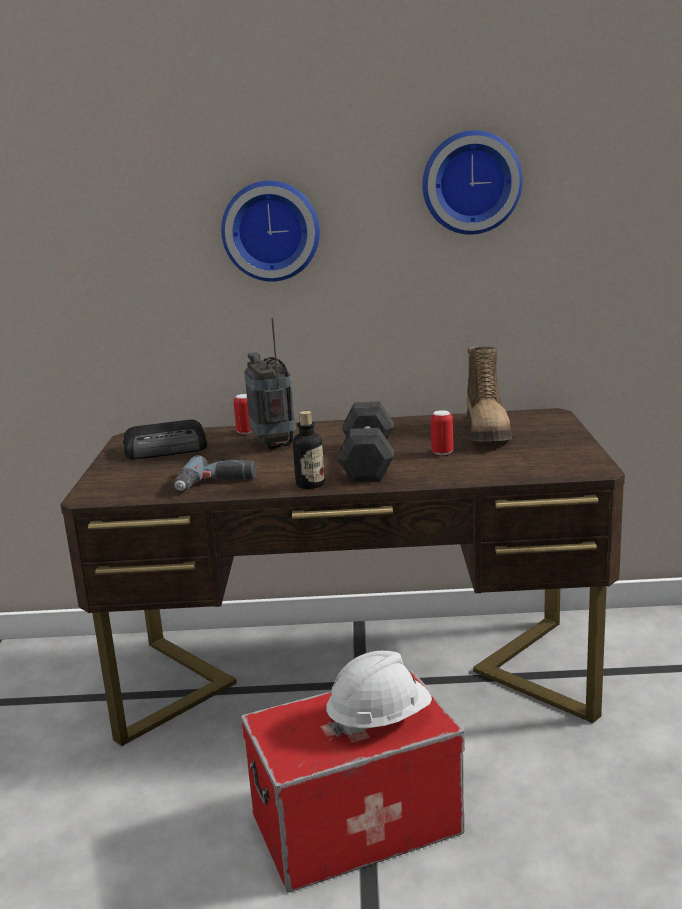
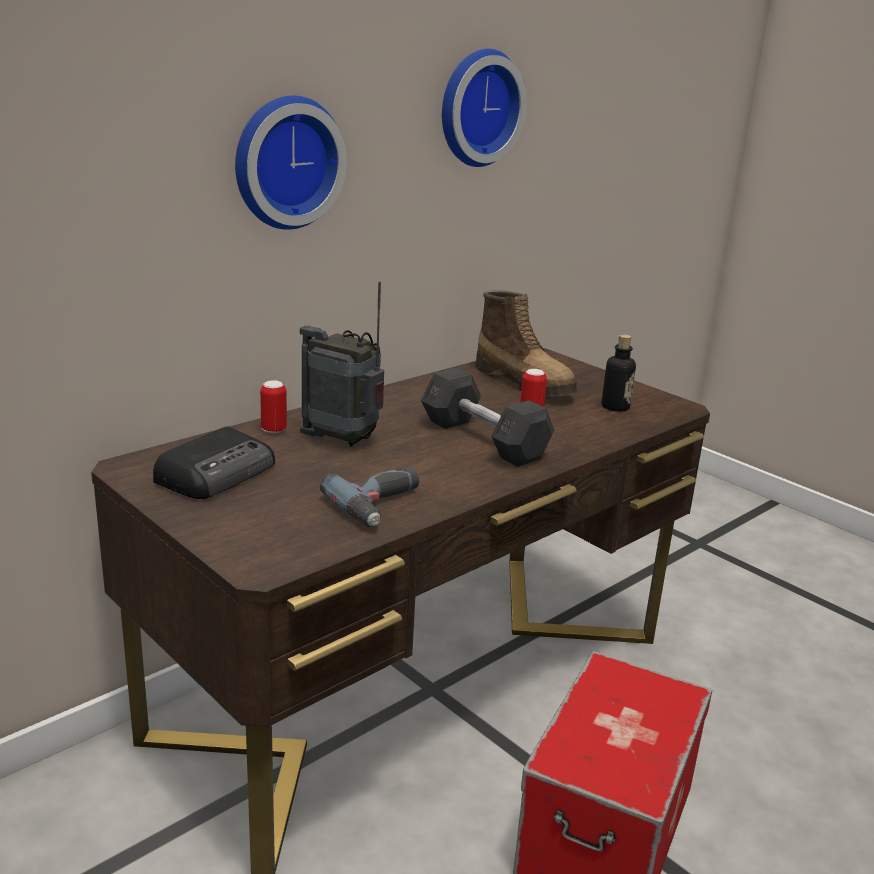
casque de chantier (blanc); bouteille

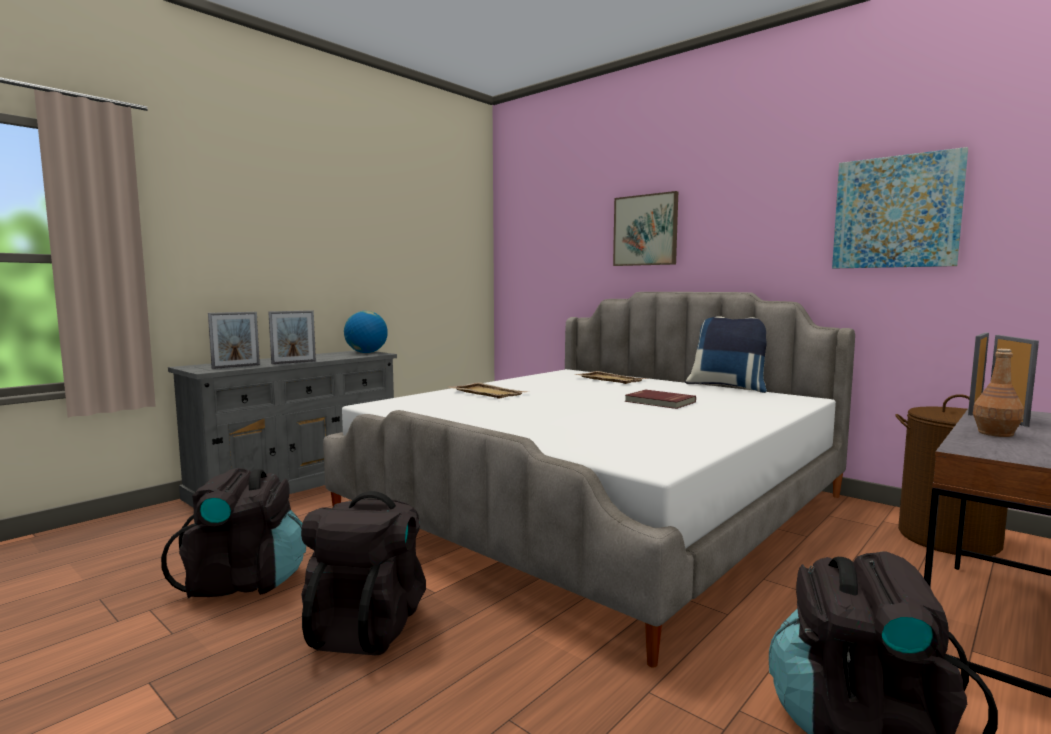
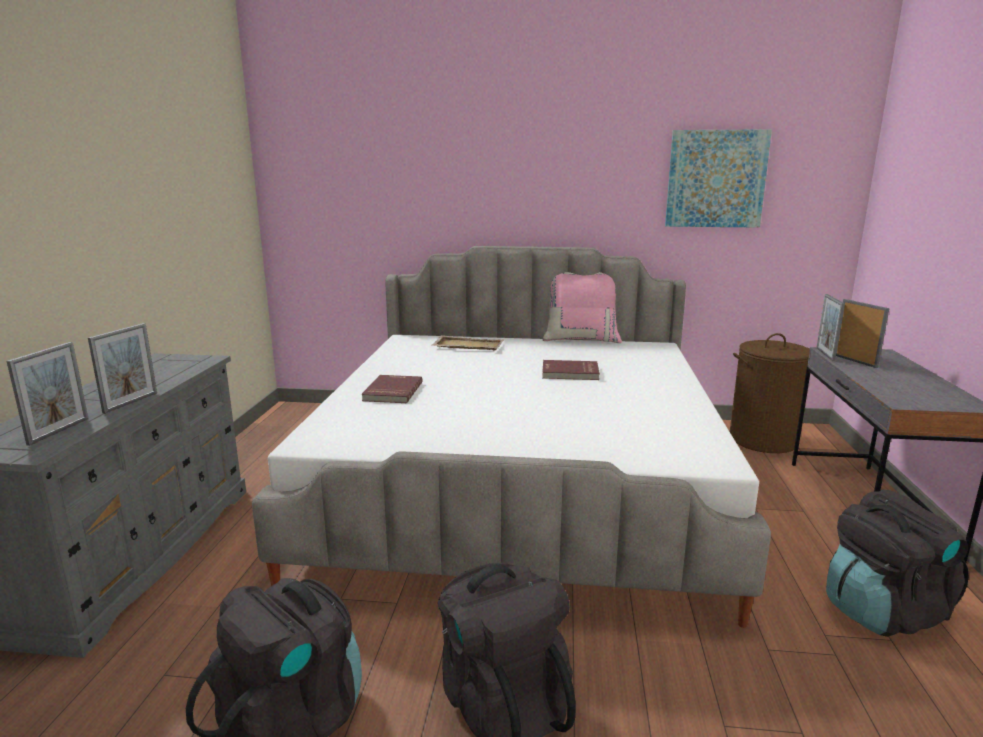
globe; tableau (no. 1 from left in the first image); bouteille (marron); livre (rouge) (no. 1 from left); coussin (rose)

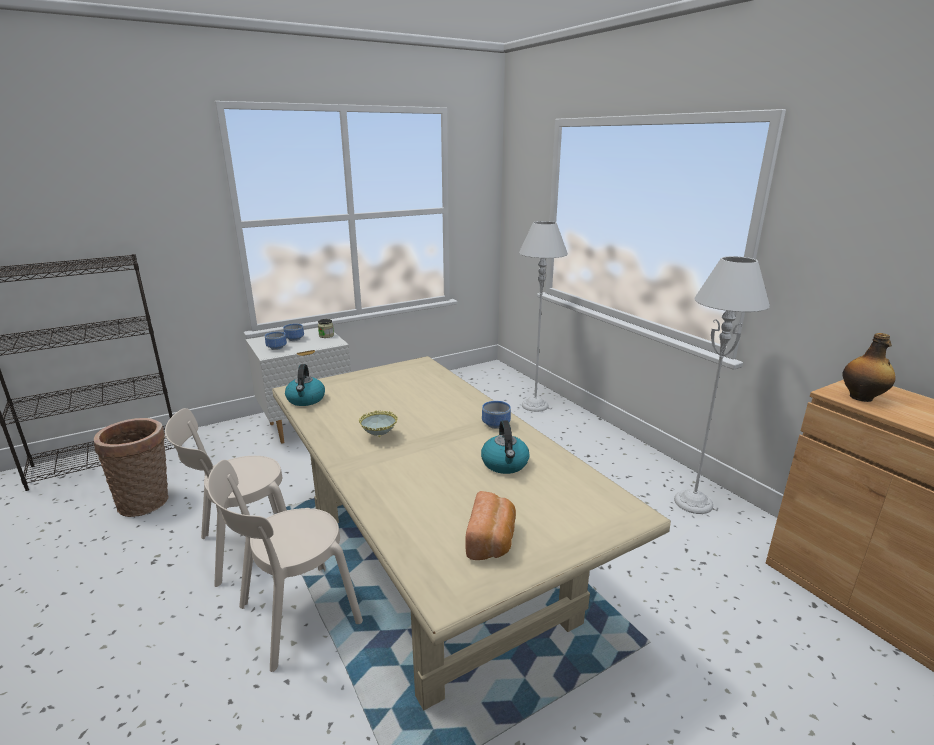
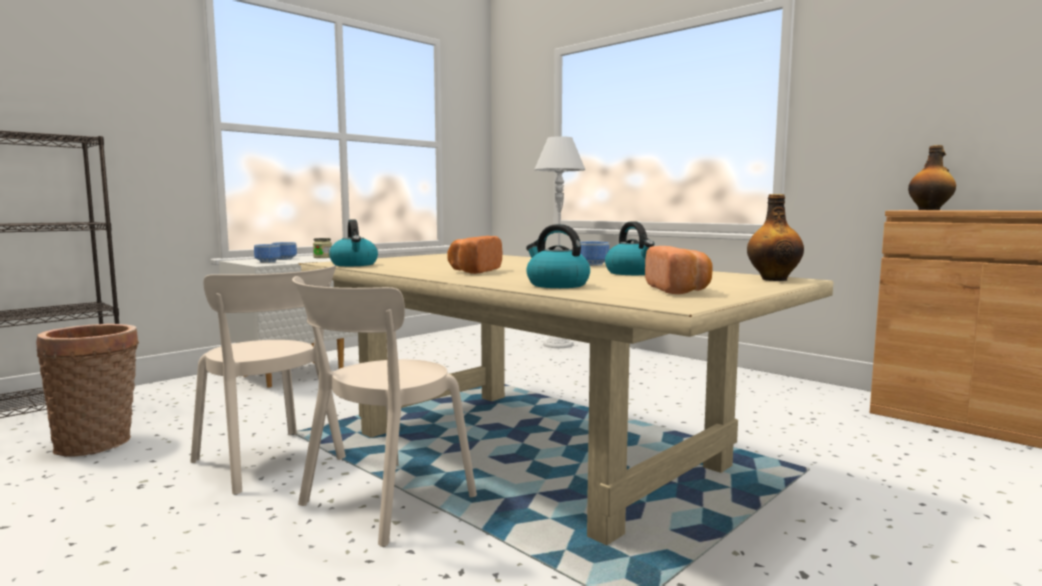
lampadaire (gris) (no. 2 from left in the first image); bouilloire (no. 2 from left); bouteille (no. 1 from left); pain (no. 1 from left); chaise (beige) (no. 1 from left)

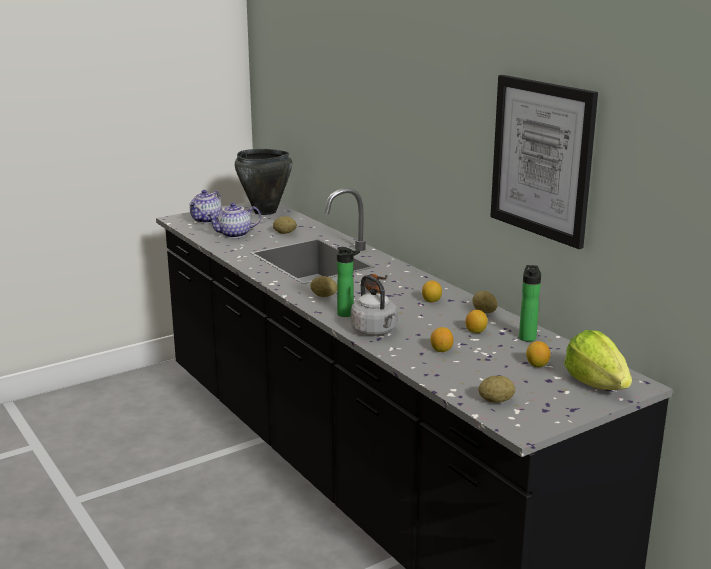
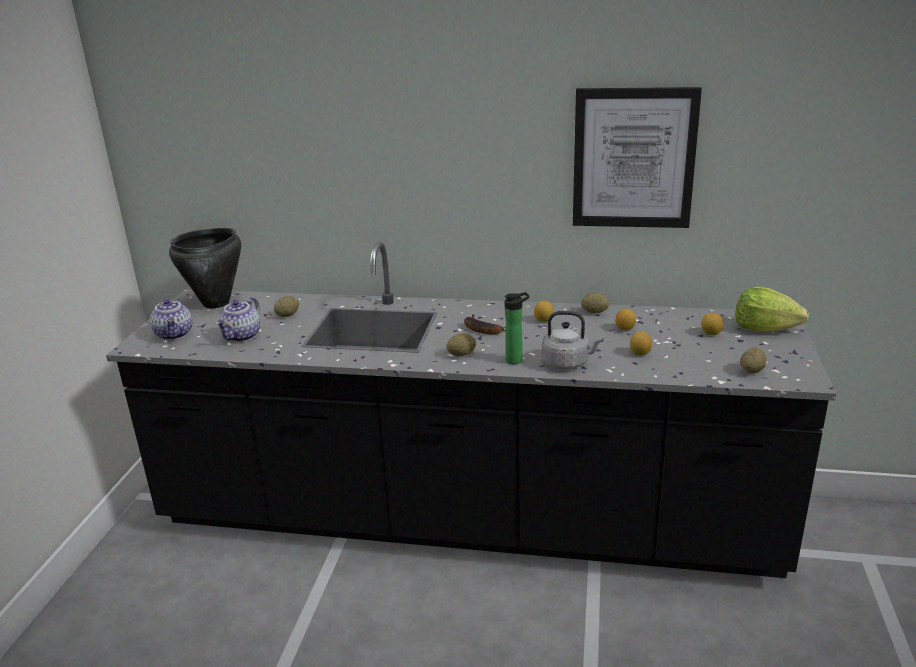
bouteille (no. 2 from left in the first image)

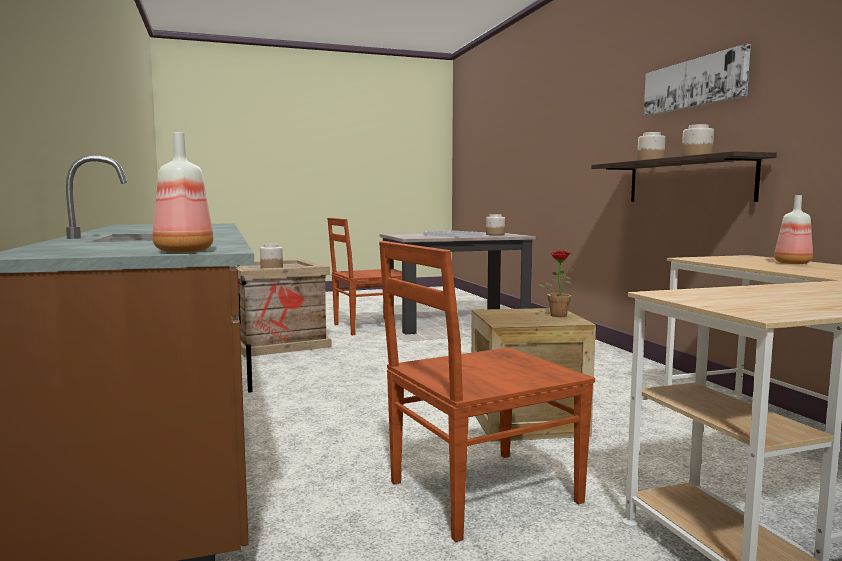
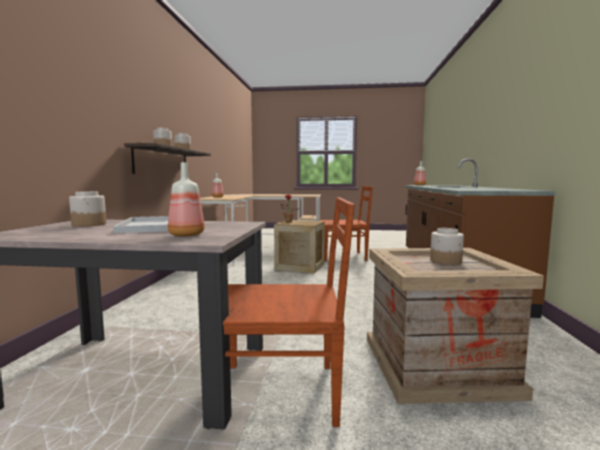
tableau; bouteille (no. 1 from left)

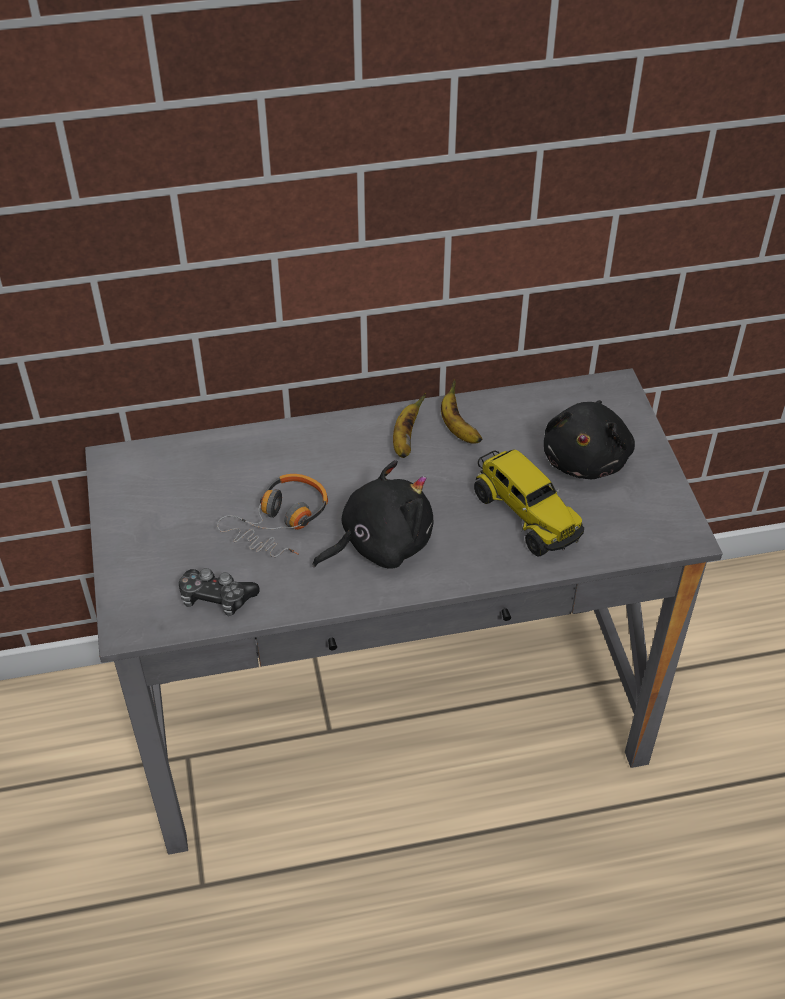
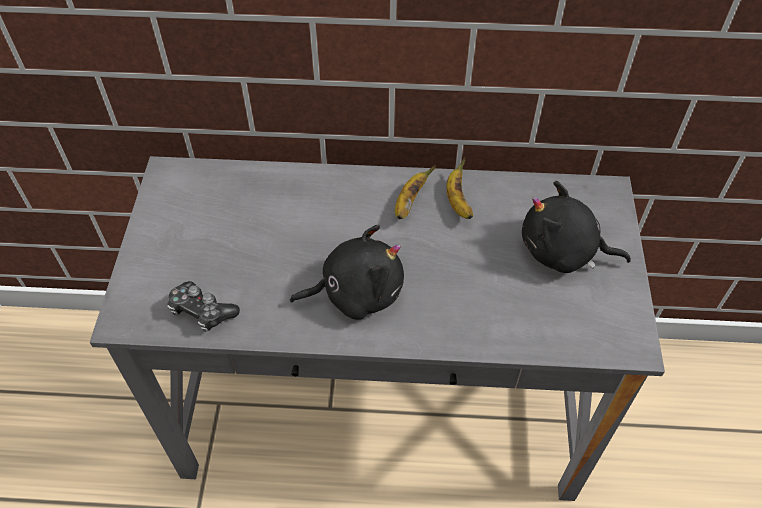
casque audio; camion jouet; peluche (noir) (no. 2 from left)

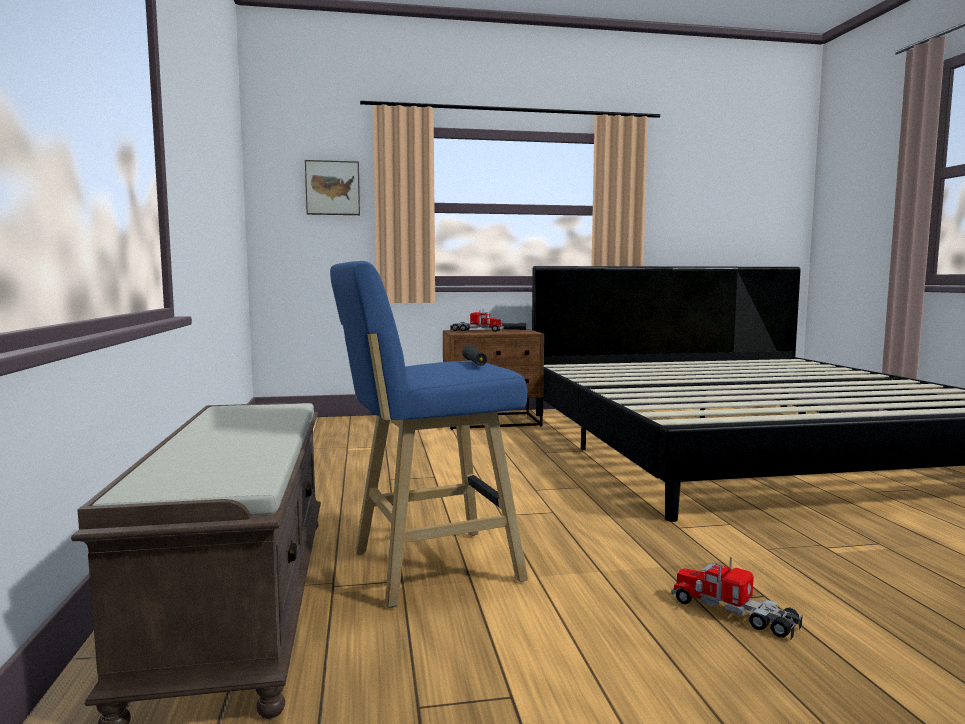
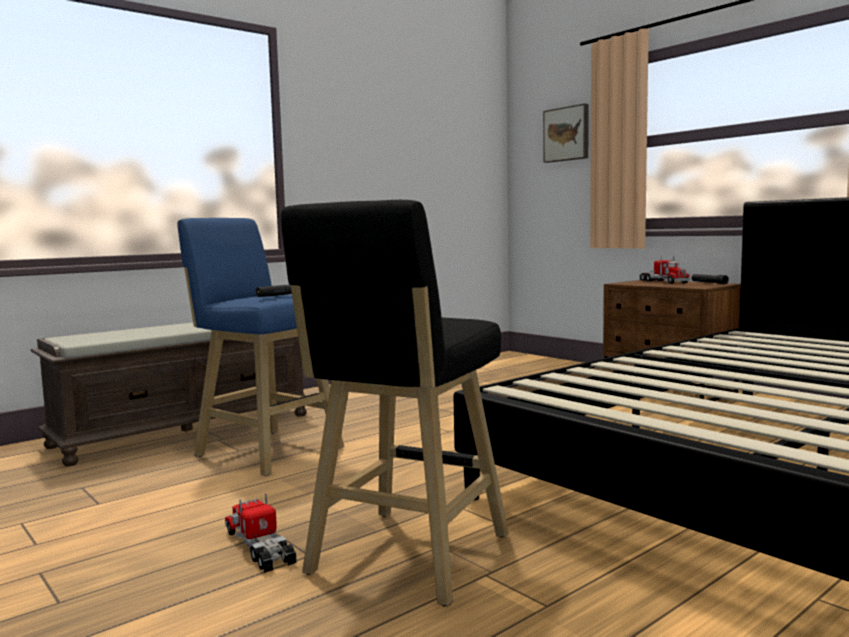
tabouret (noir); camion jouet (no. 1 from left)

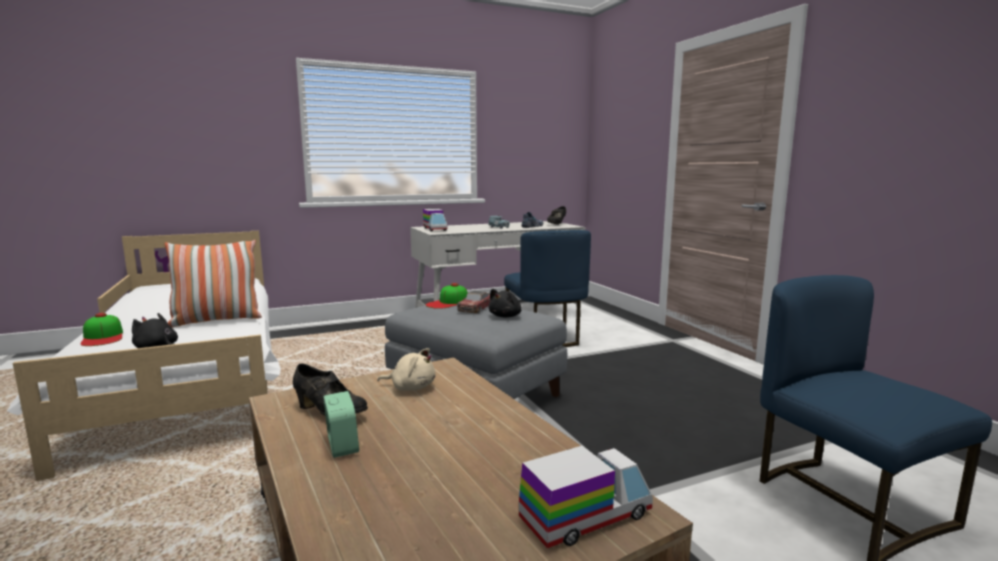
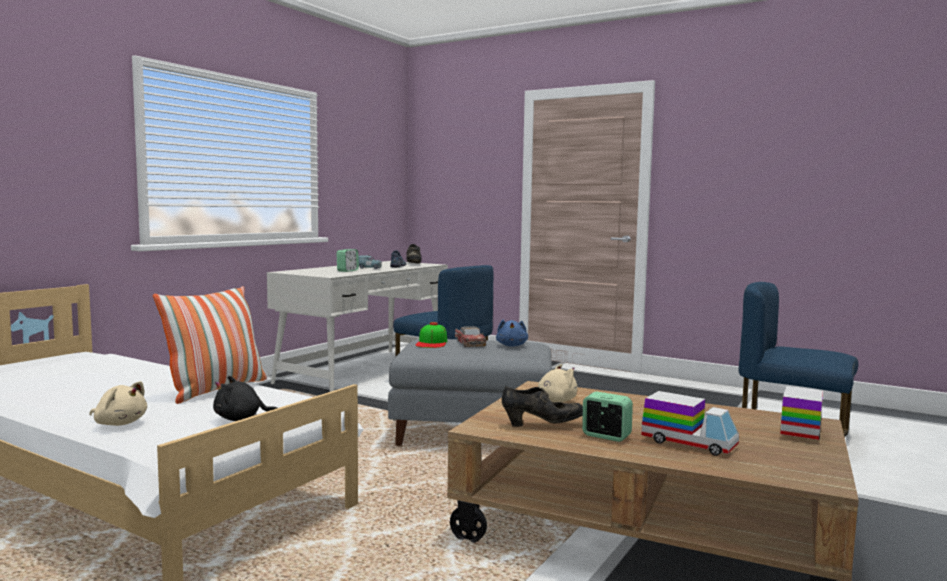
réveil (no. 1 from left); camion jouet (no. 1 from left); peluche (beige) (no. 1 from left); peluche (bleu)

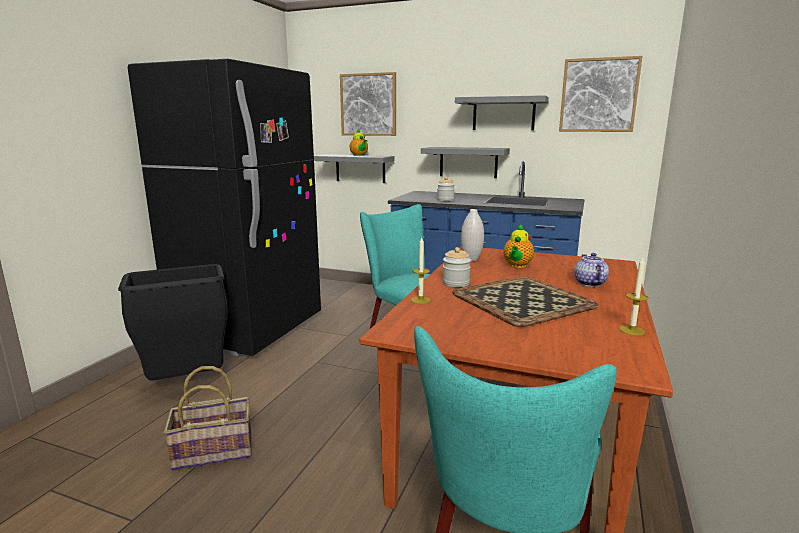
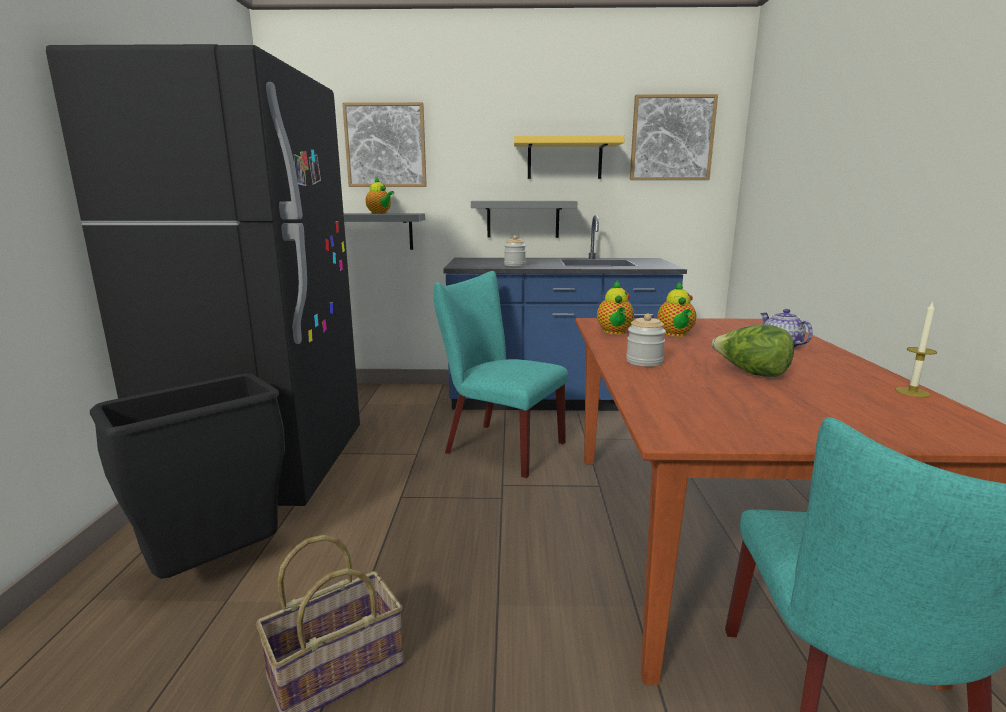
bougie (no. 1 from left in the first image); laitue; théière (no. 2 from left); étagère (jaune)

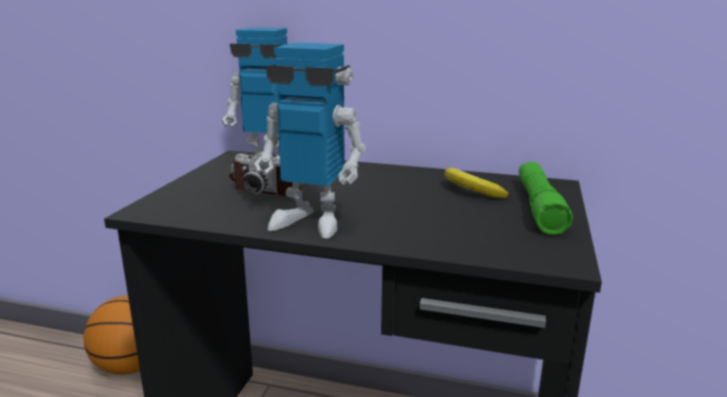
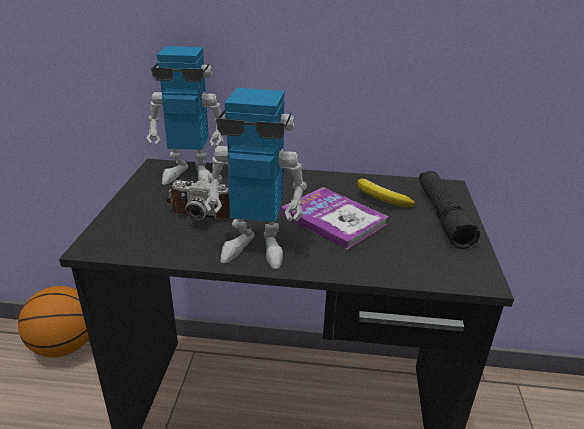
livre; lampe de poche (noir)

